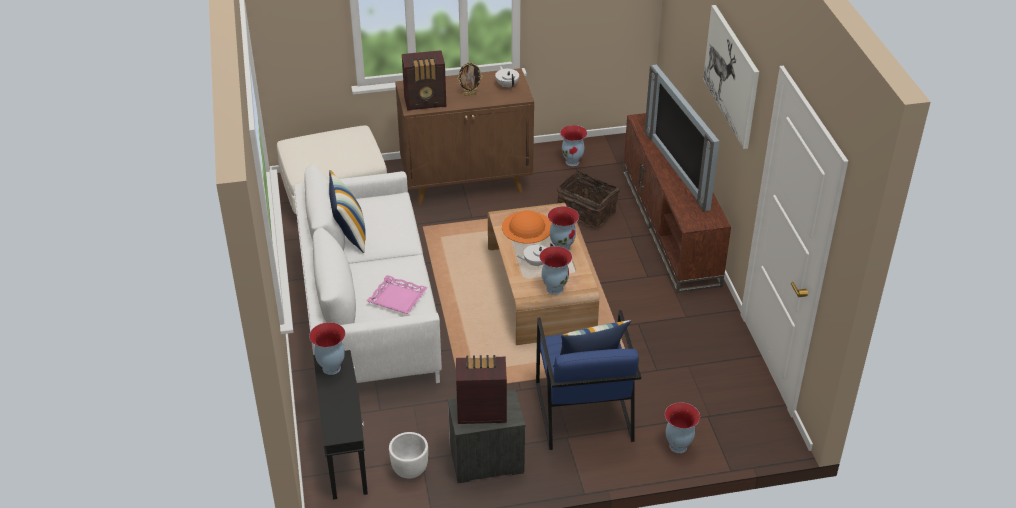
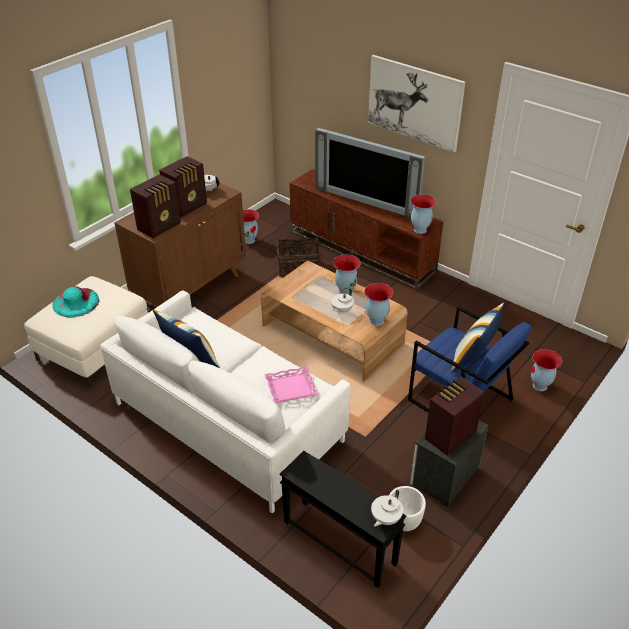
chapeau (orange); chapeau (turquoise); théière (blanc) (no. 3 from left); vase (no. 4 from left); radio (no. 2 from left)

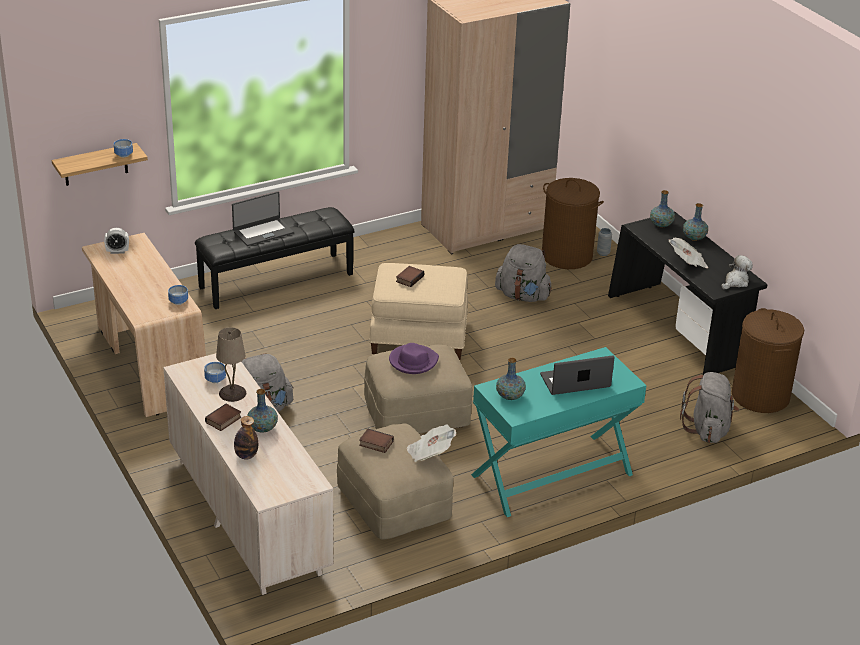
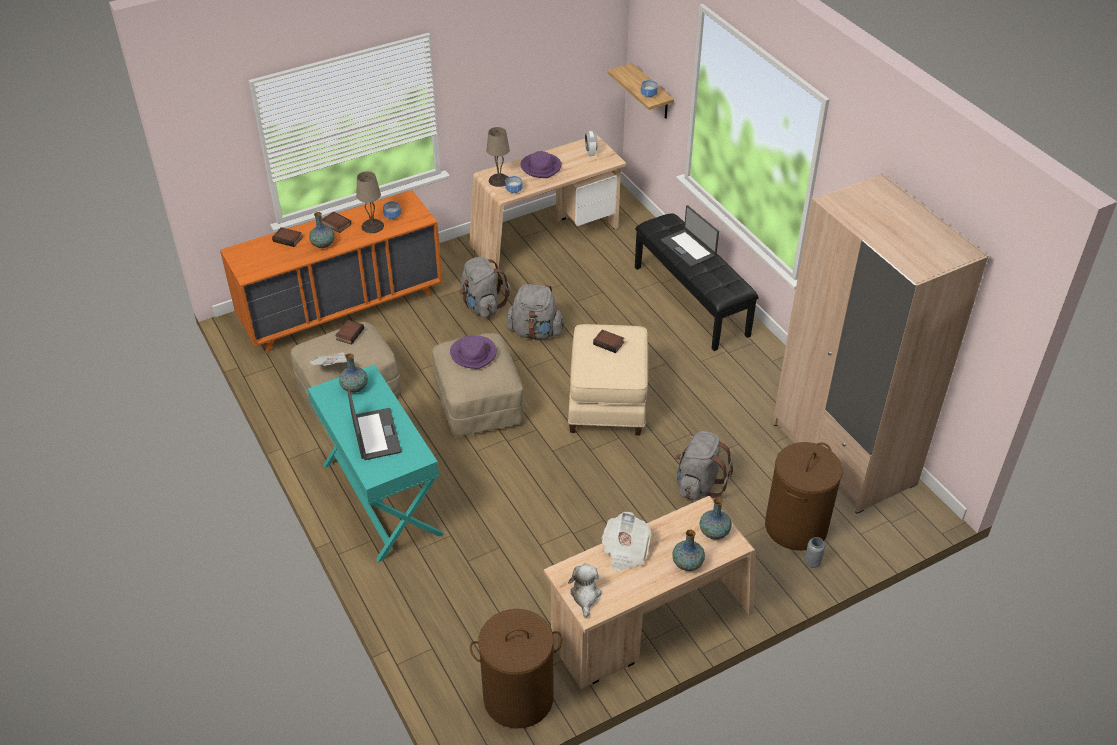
lampe de table (beige) (no. 2 from left); chapeau (violet) (no. 2 from left); sac à dos (gris) (no. 2 from left); livre (no. 1 from left); commode (orange); bureau (beige) (no. 2 from left); peluche

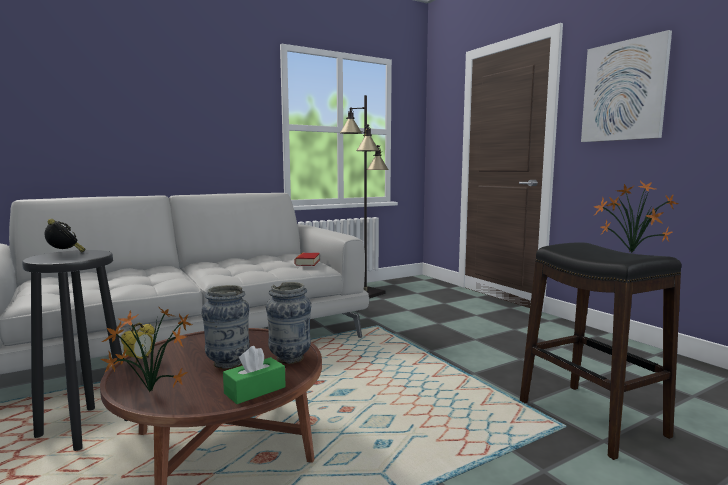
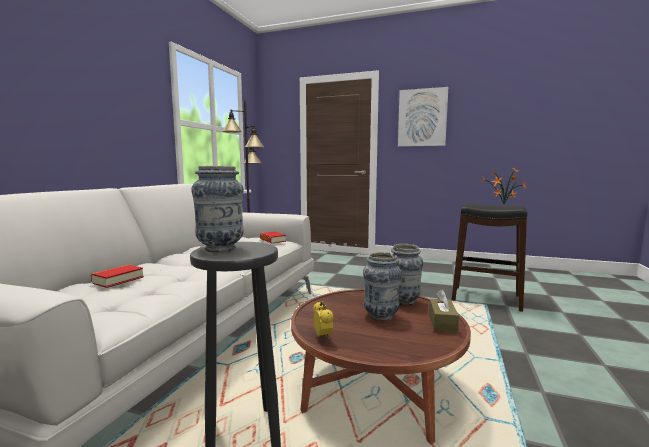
plante en pot (no. 1 from left in the first image); livre (no. 1 from left); vase (no. 1 from left); boîte à mouchoirs (marron)

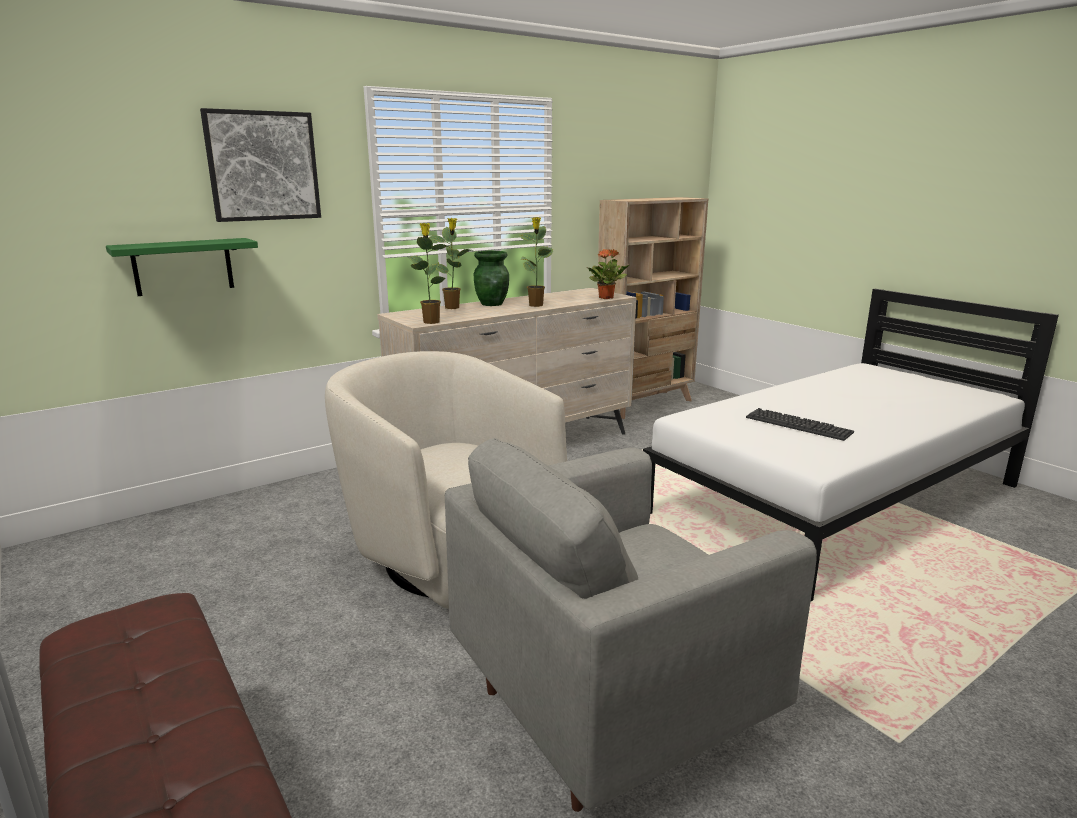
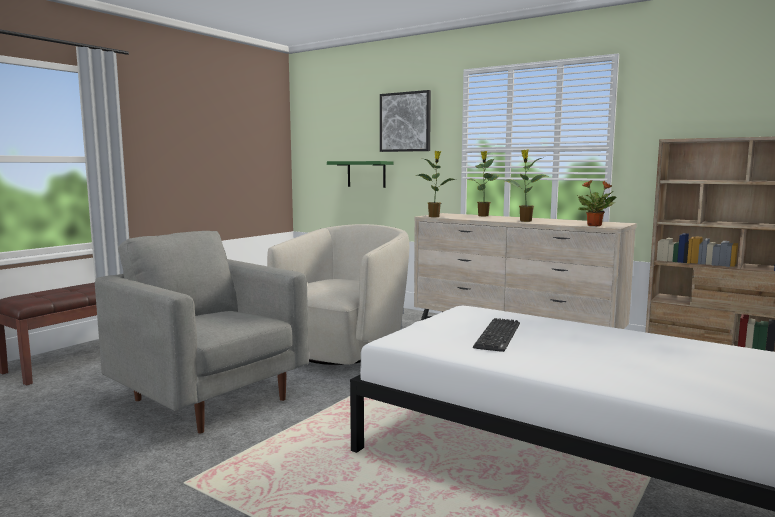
vase (vert)

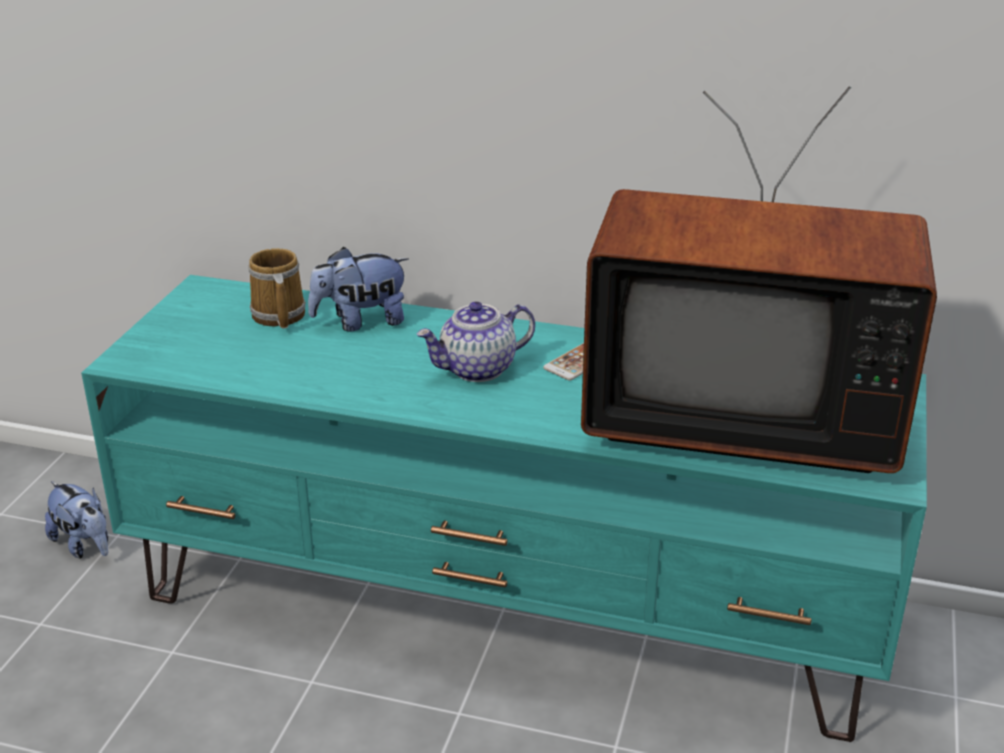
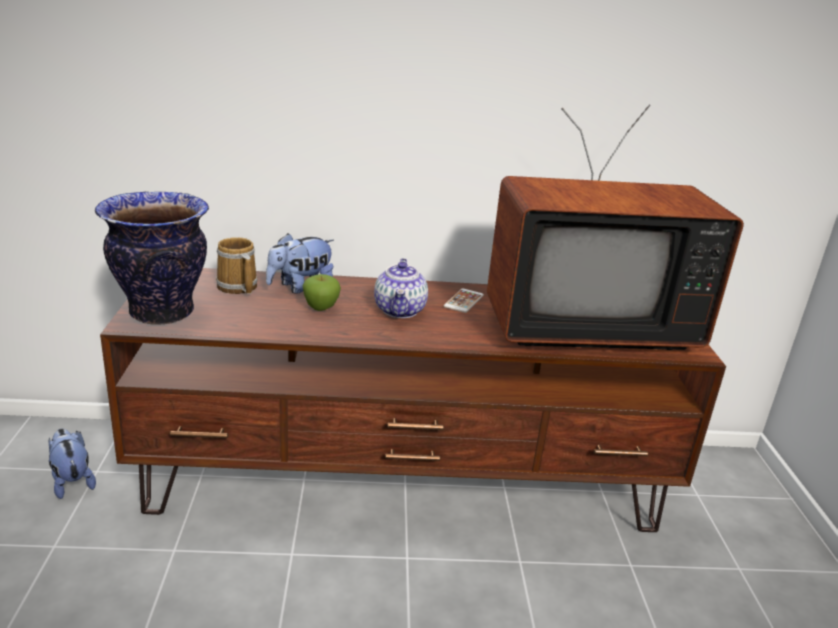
vase; pomme; meuble télé (marron); peluche (no. 1 from left); théière

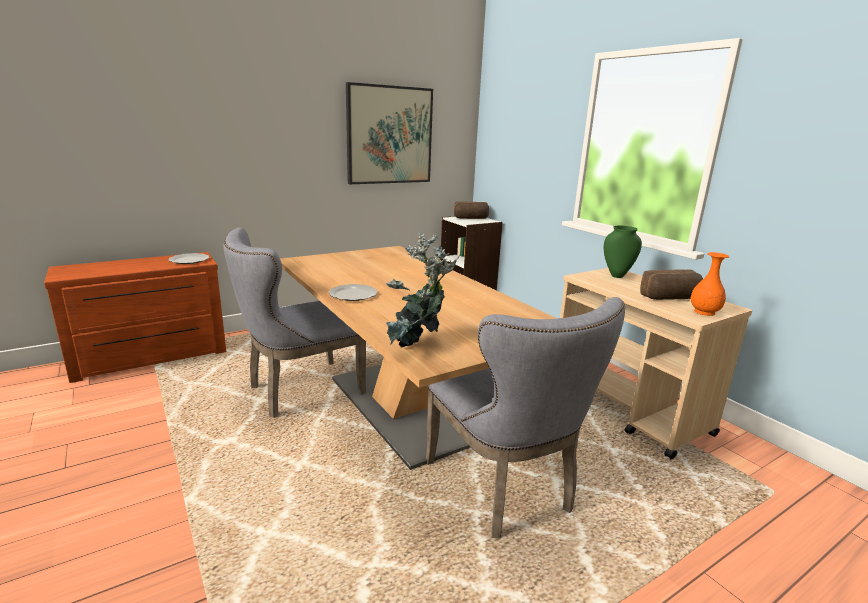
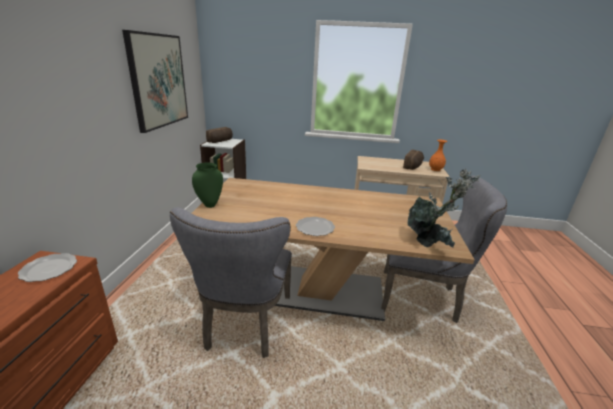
vase (vert)

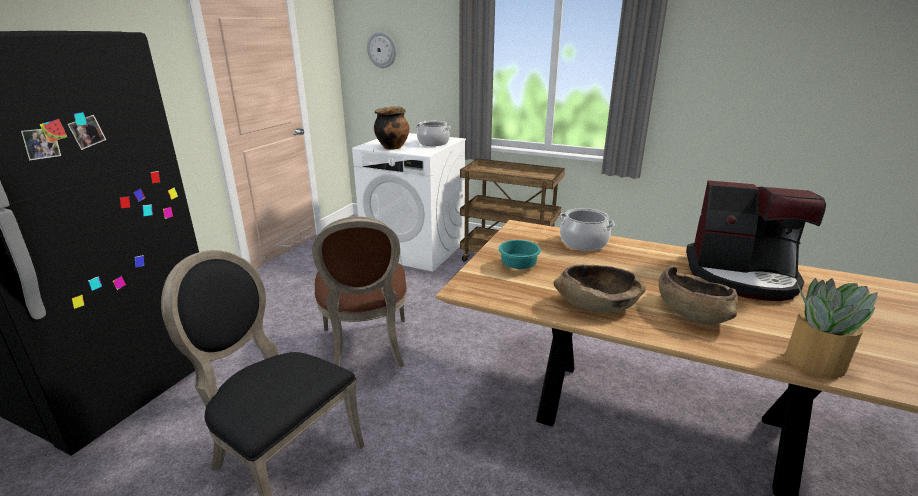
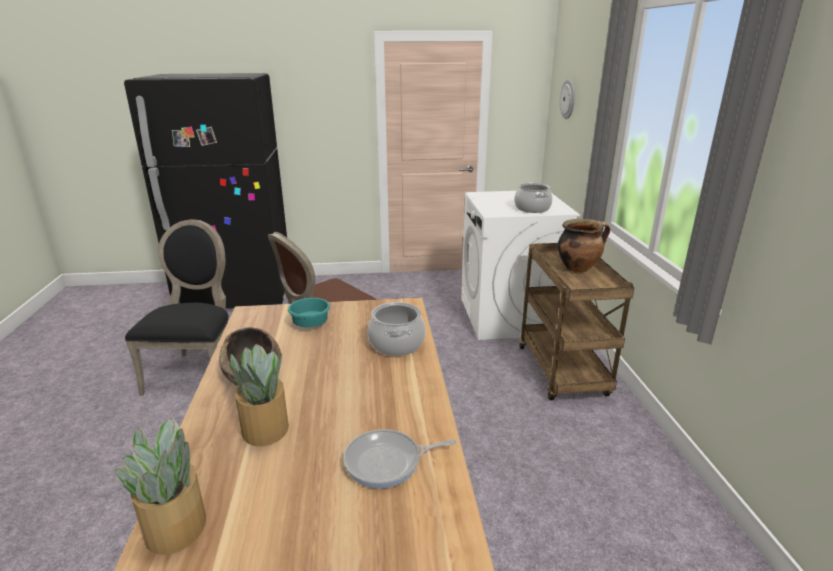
marmite (no. 3 from left); plante en pot (no. 2 from left); poêle

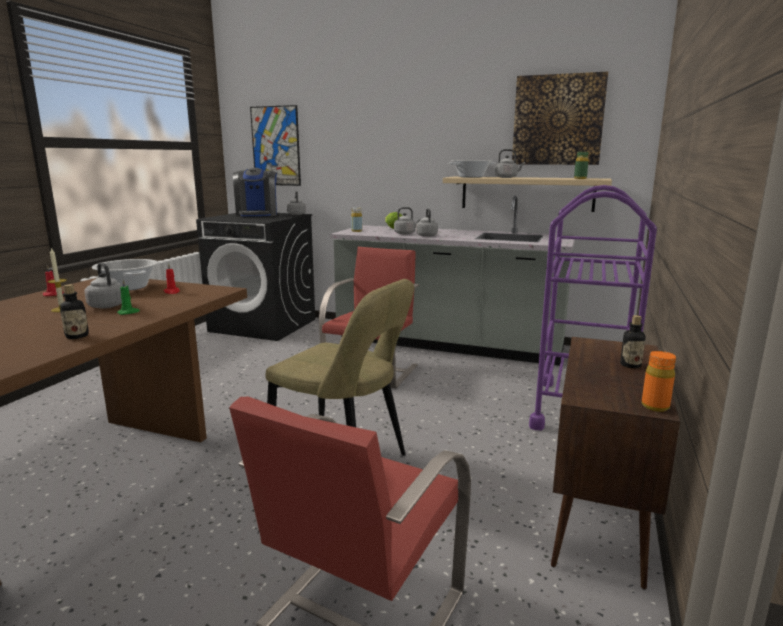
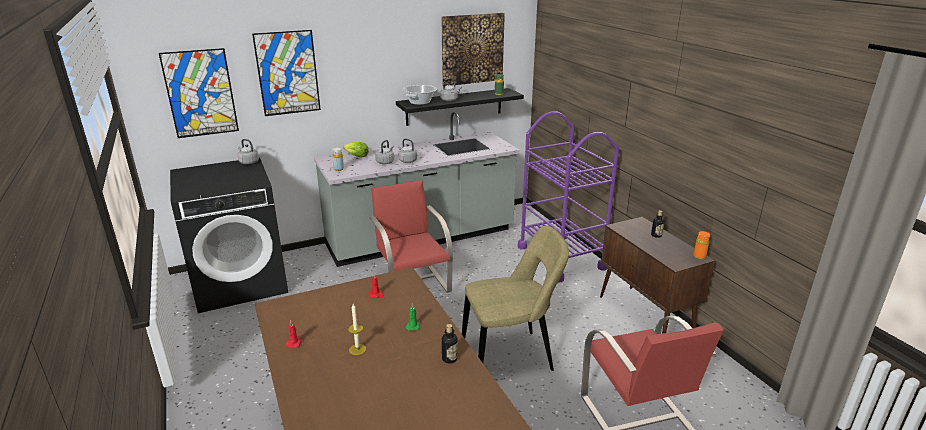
bouilloire (gris) (no. 1 from left in the first image); marmite (no. 1 from left in the first image); machine à café; tableau (no. 2 from left); étagère (noir)

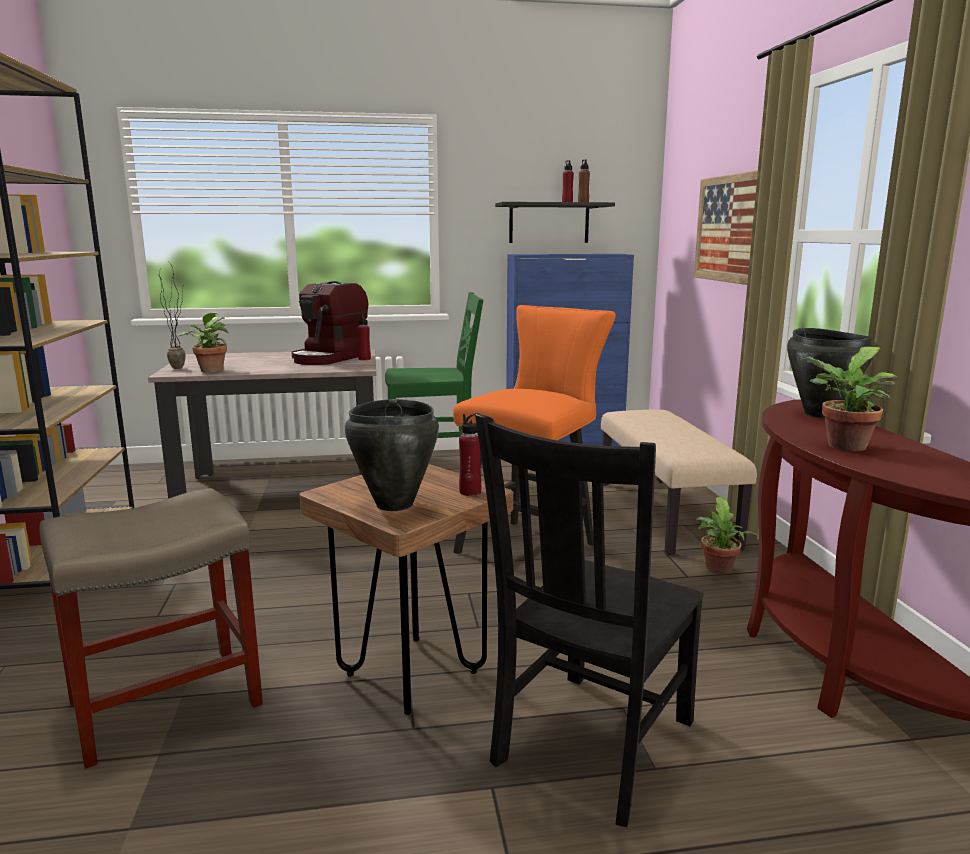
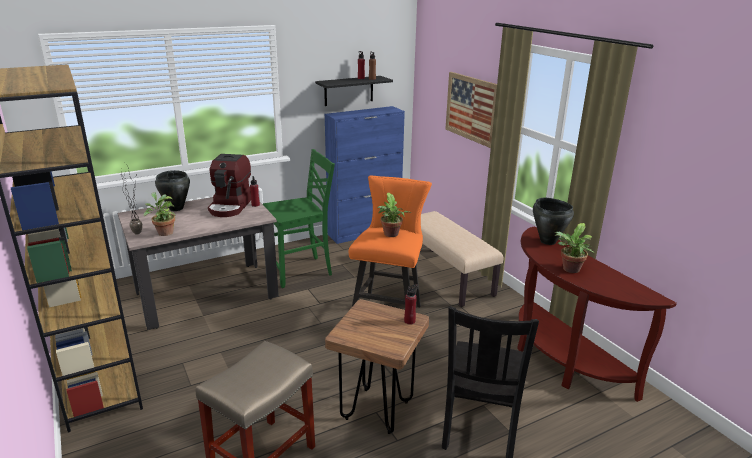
marmite (noir) (no. 1 from left); plante en pot (no. 3 from left)

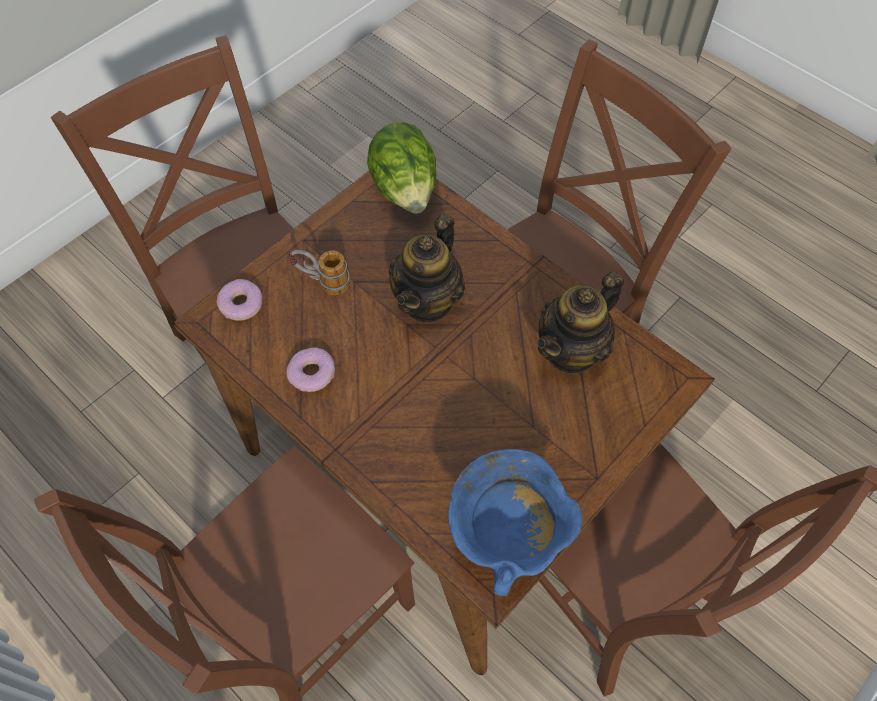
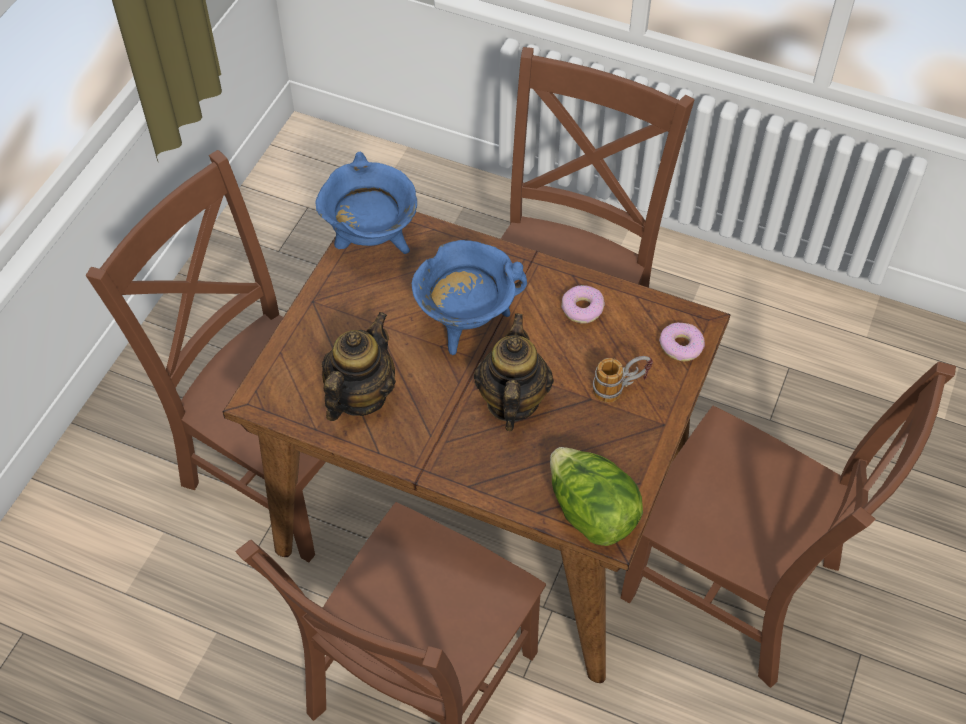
marmite (bleu) (no. 2 from left)

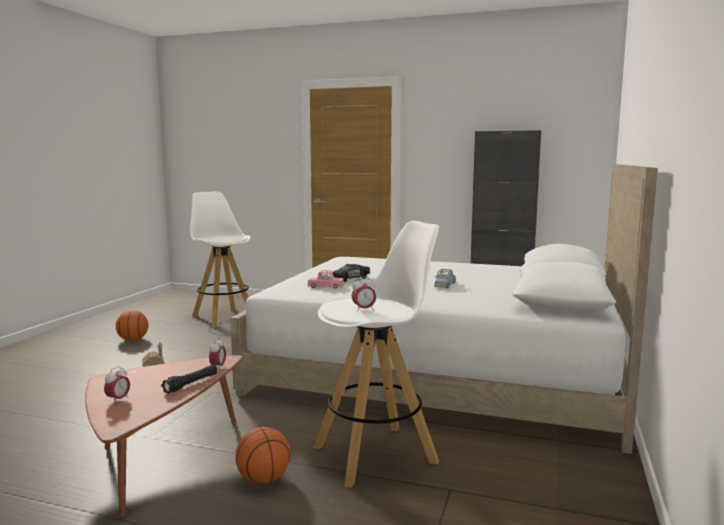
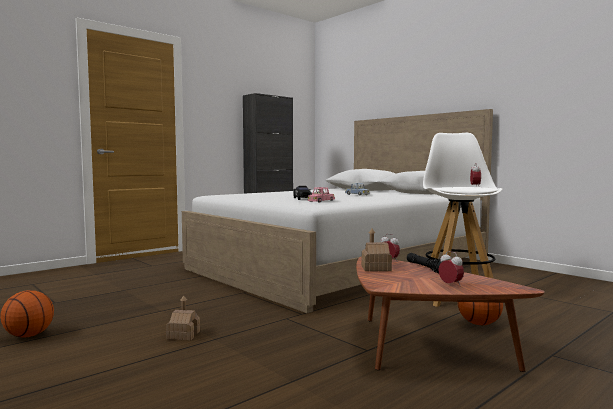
tabouret (blanc) (no. 1 from left in the first image); maison miniature (no. 2 from left)

